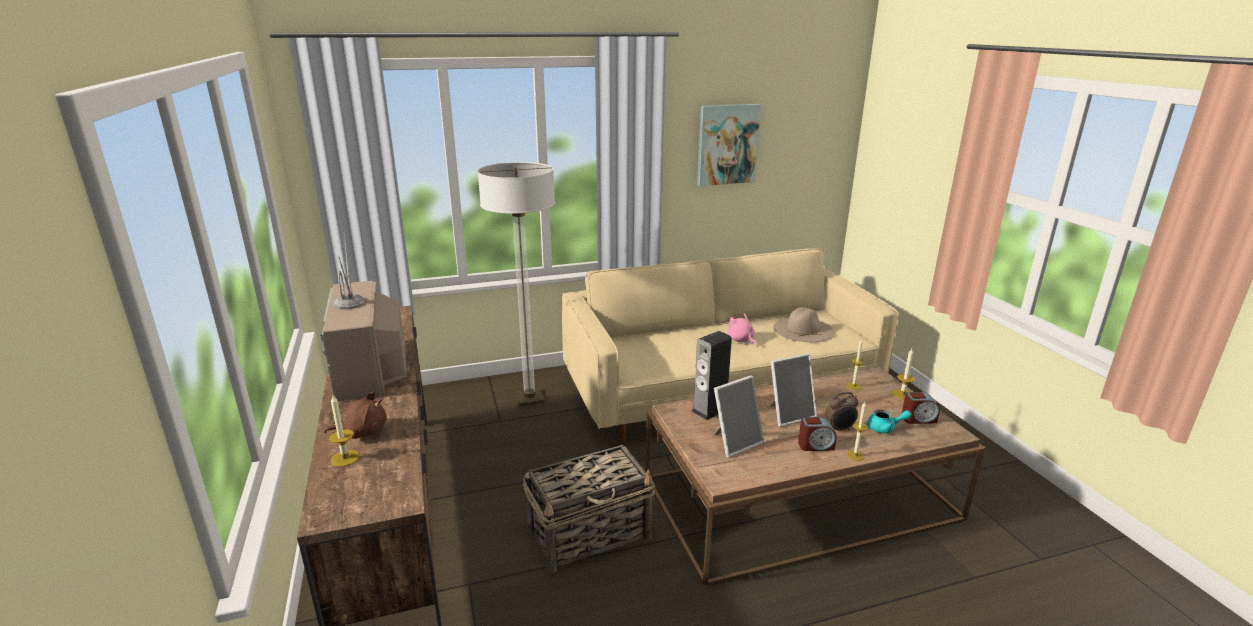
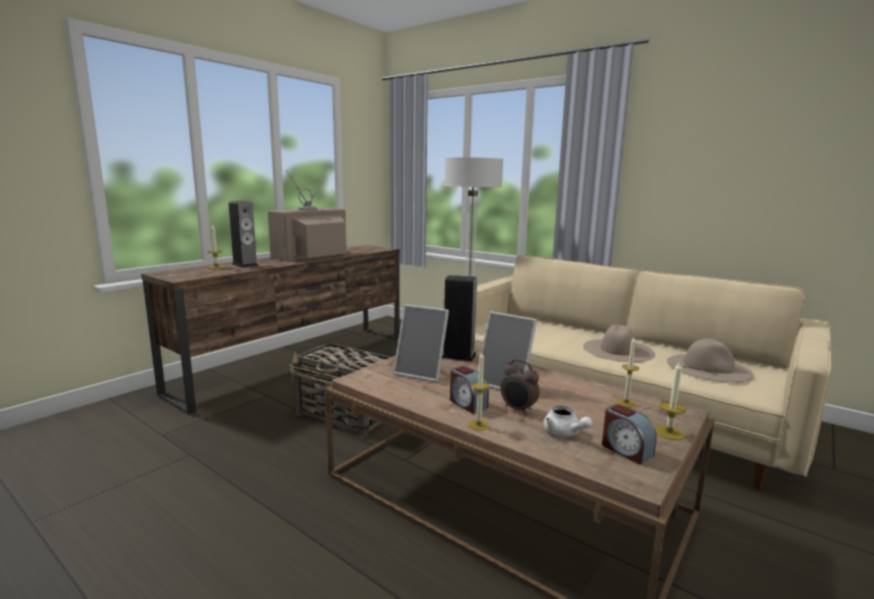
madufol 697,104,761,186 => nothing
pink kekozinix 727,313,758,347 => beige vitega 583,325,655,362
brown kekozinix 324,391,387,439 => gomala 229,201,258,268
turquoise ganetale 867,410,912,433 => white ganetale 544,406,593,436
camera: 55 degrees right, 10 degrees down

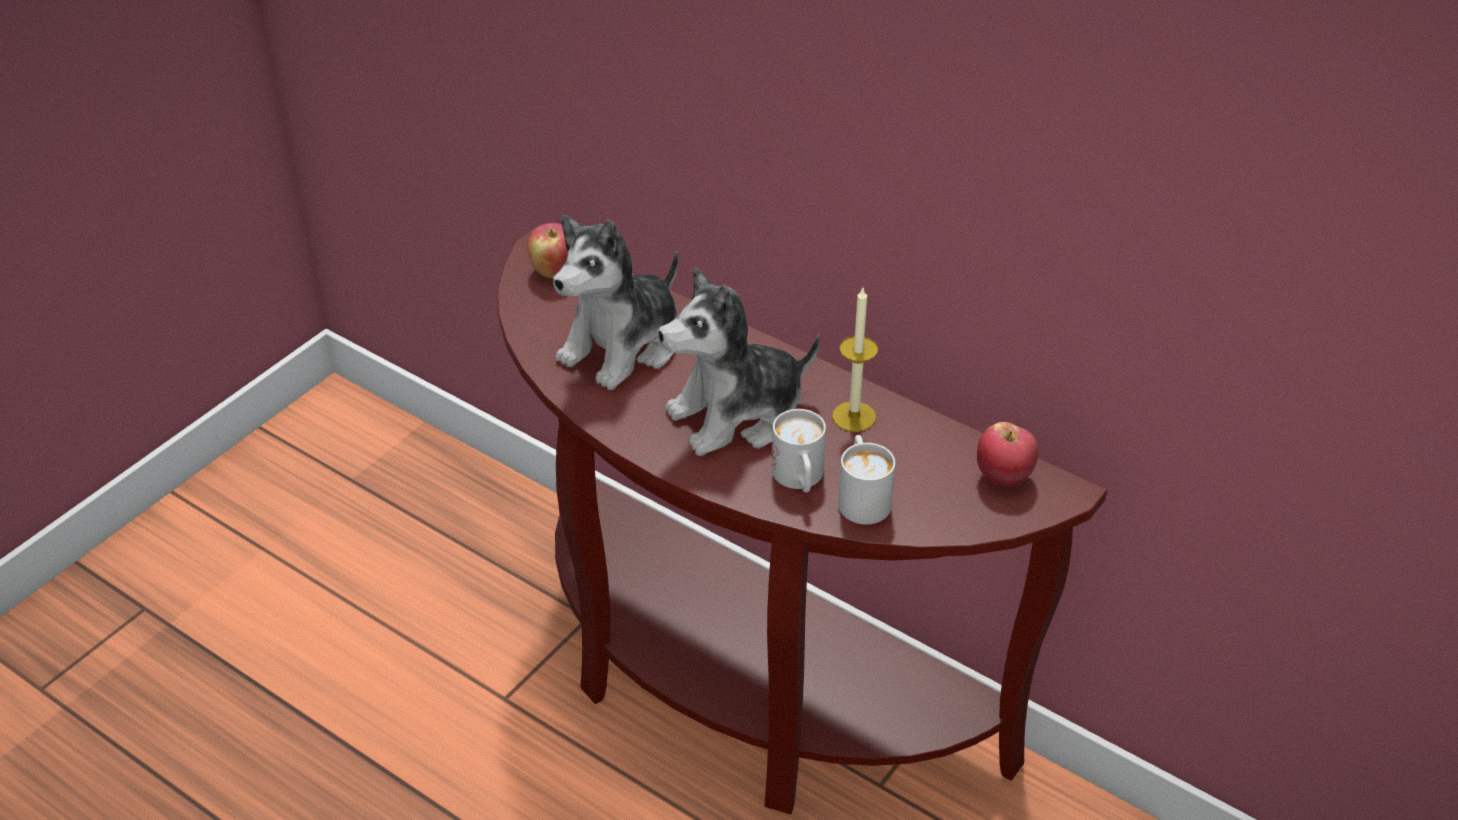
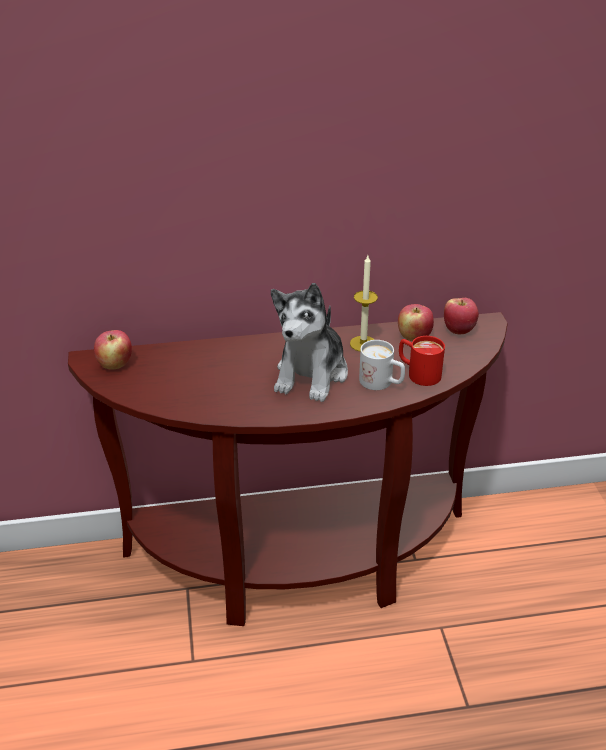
kekozinix 553,215,679,390 => nothing
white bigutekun 838,435,895,525 => red bigutekun 399,336,445,386
nothing => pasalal 398,304,434,341
camera: 45 degrees left, 5 degrees down

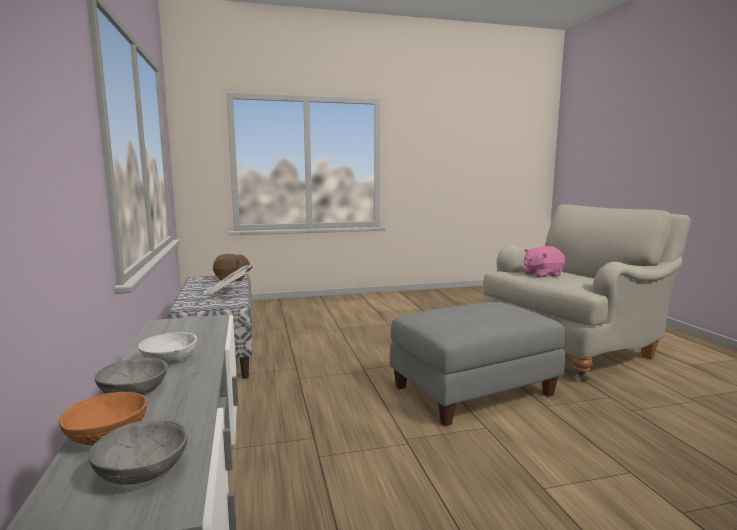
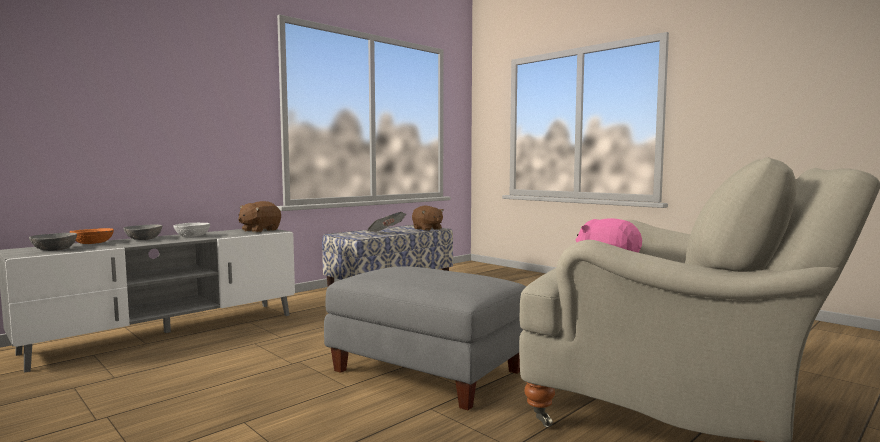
nothing => brown kekozinix 238,201,281,233
camera: 60 degrees right, 5 degrees down

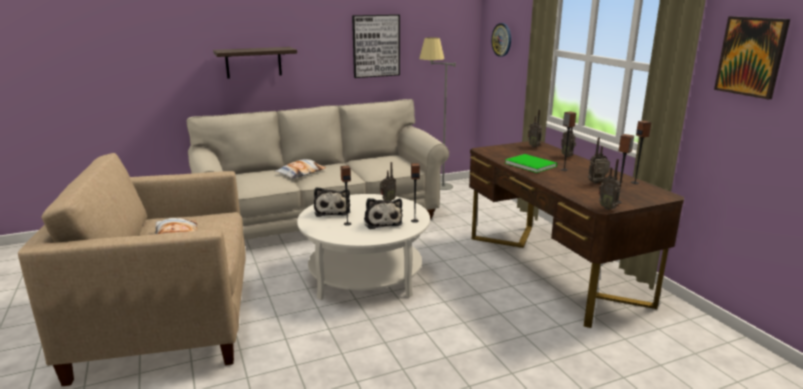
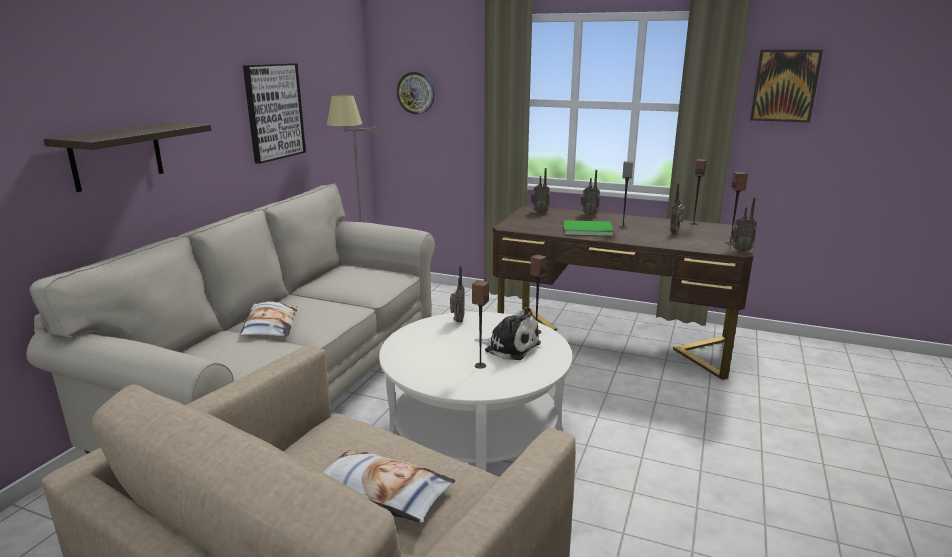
kekozinix 314,187,350,217 => nothing
camera: 45 degrees left, 0 degrees up

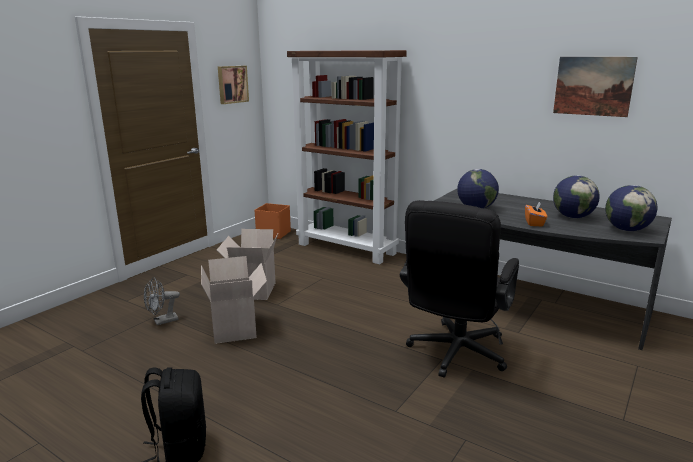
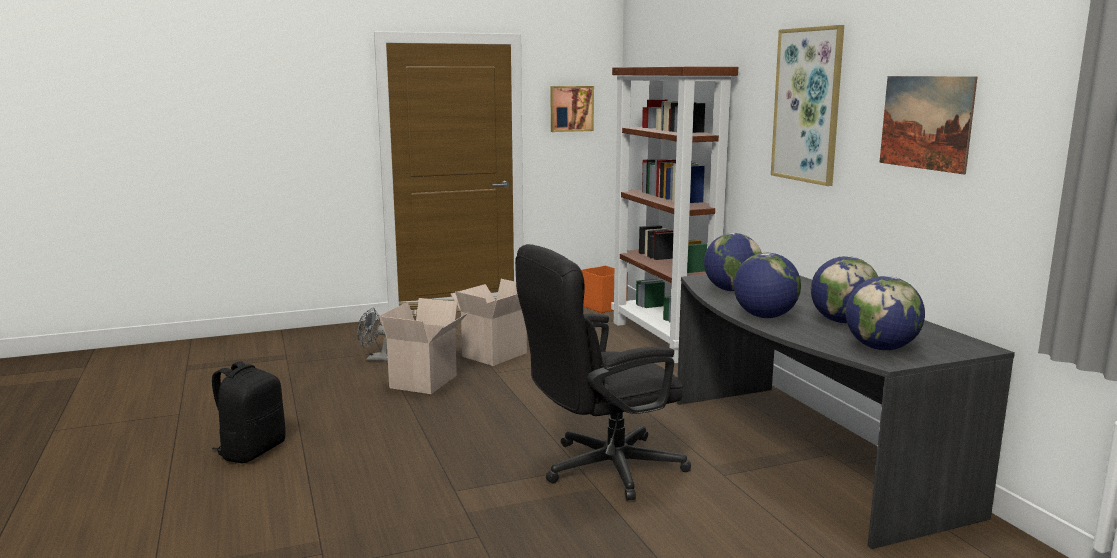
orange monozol 525,201,547,227 => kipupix 734,253,801,318
nothing => madufol 771,25,844,186
camera: 35 degrees right, 5 degrees down

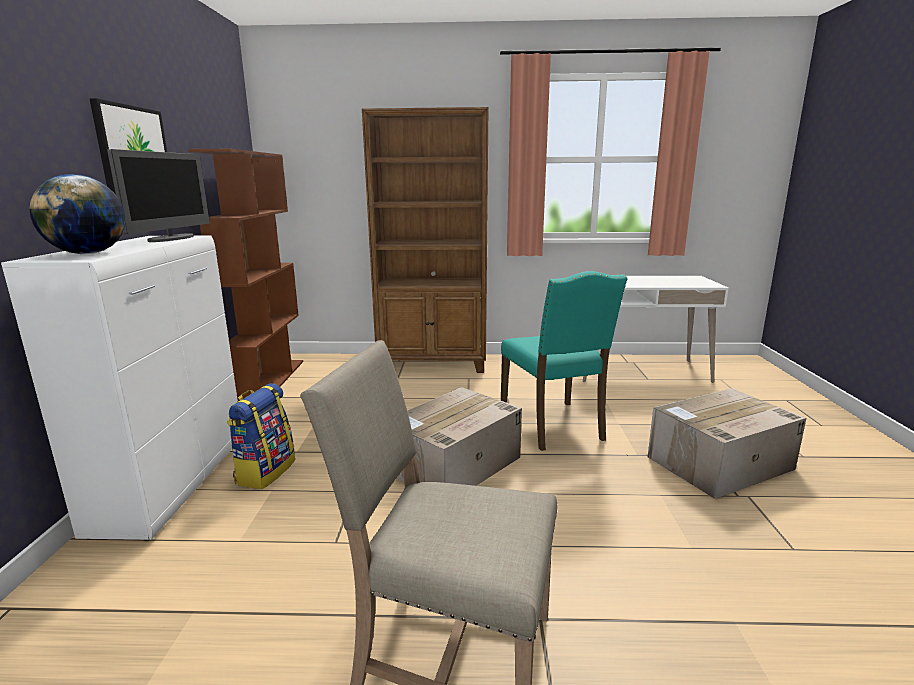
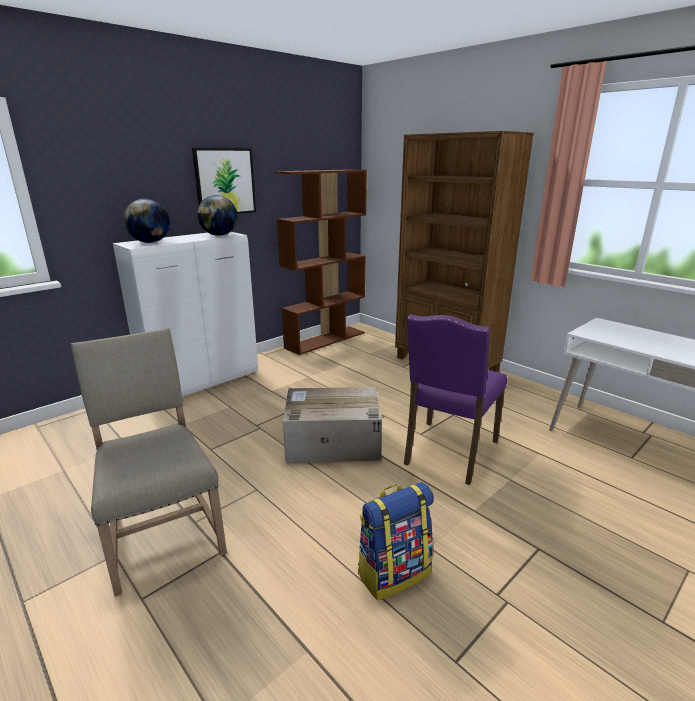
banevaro 107,149,210,242 => kipupix 197,195,238,236
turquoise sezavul 501,271,627,451 => purple sezavul 404,314,507,485
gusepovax 227,383,295,489 => gusepovax 358,482,434,600, moved
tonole 648,388,806,499 => nothing
camera: 45 degrees right, 5 degrees up

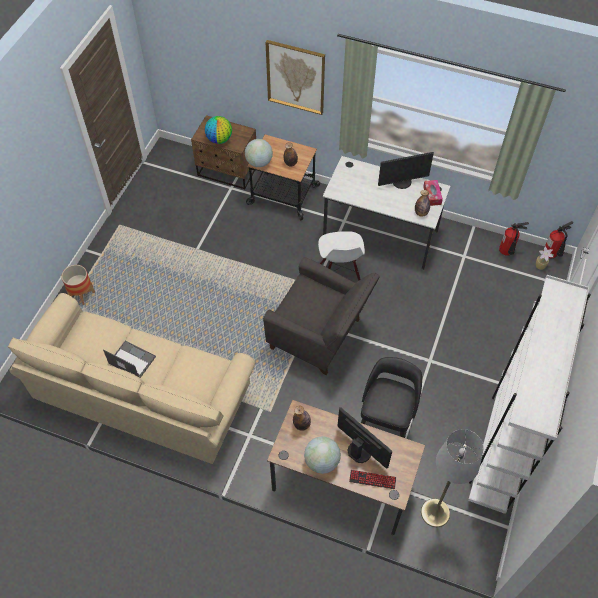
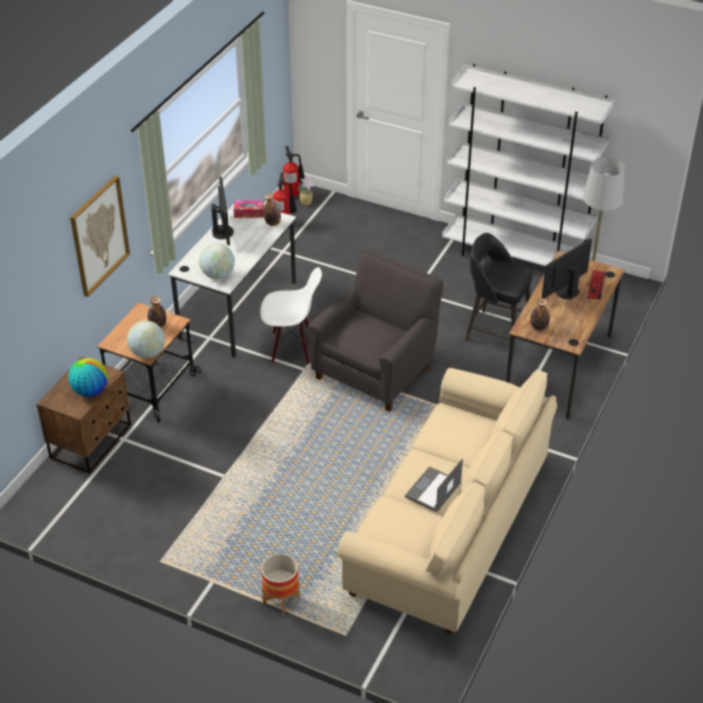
kipupix 304,436,341,474 => kipupix 199,243,235,279, moved
camera: 85 degrees left, 15 degrees down

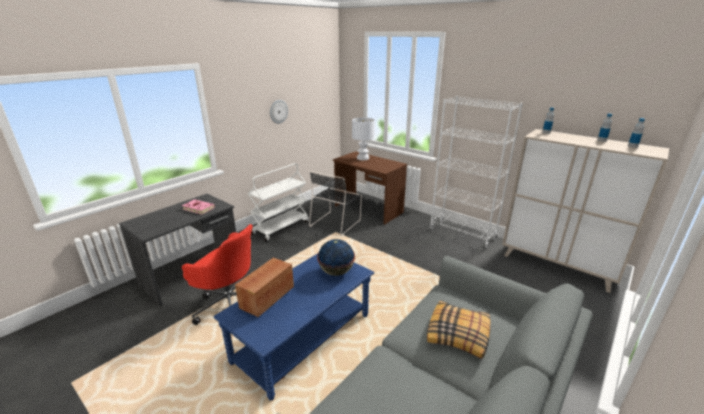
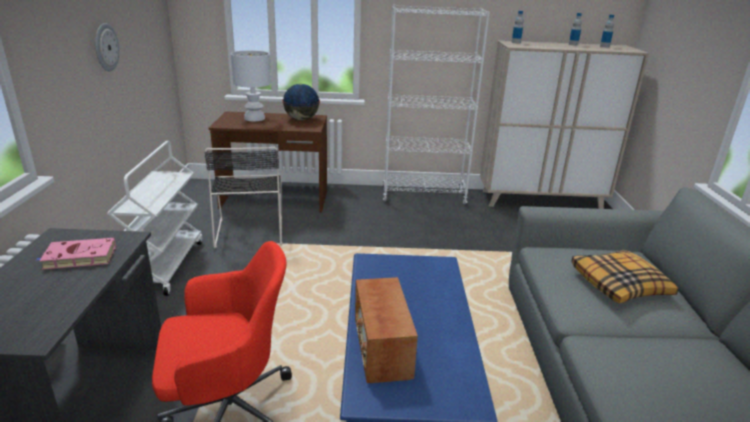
kipupix 317,239,355,276 => kipupix 282,84,320,120, moved
camera: 40 degrees left, 0 degrees up

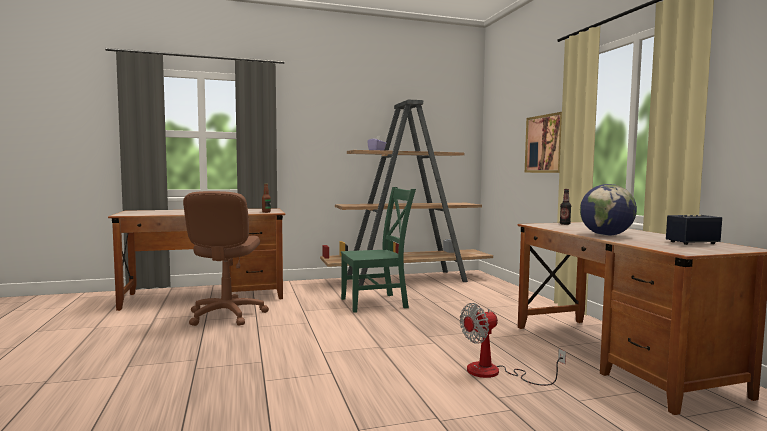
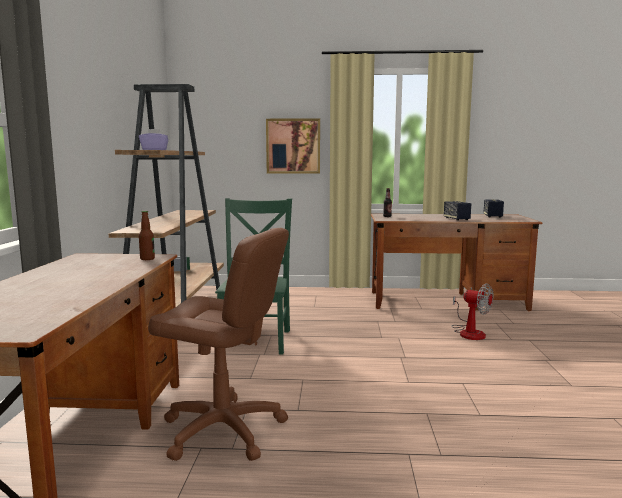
kipupix 580,184,637,236 => gomala 444,201,471,221
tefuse 460,303,566,386 => tefuse 452,283,493,340, 45 degrees counterclockwise
camera: 70 degrees left, 5 degrees up

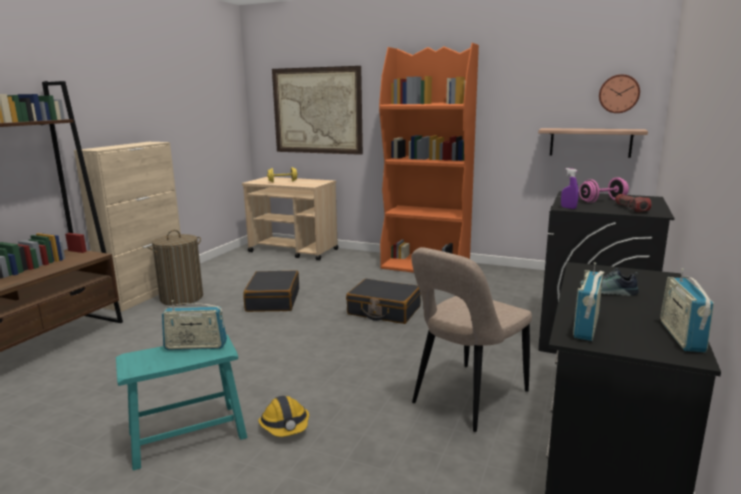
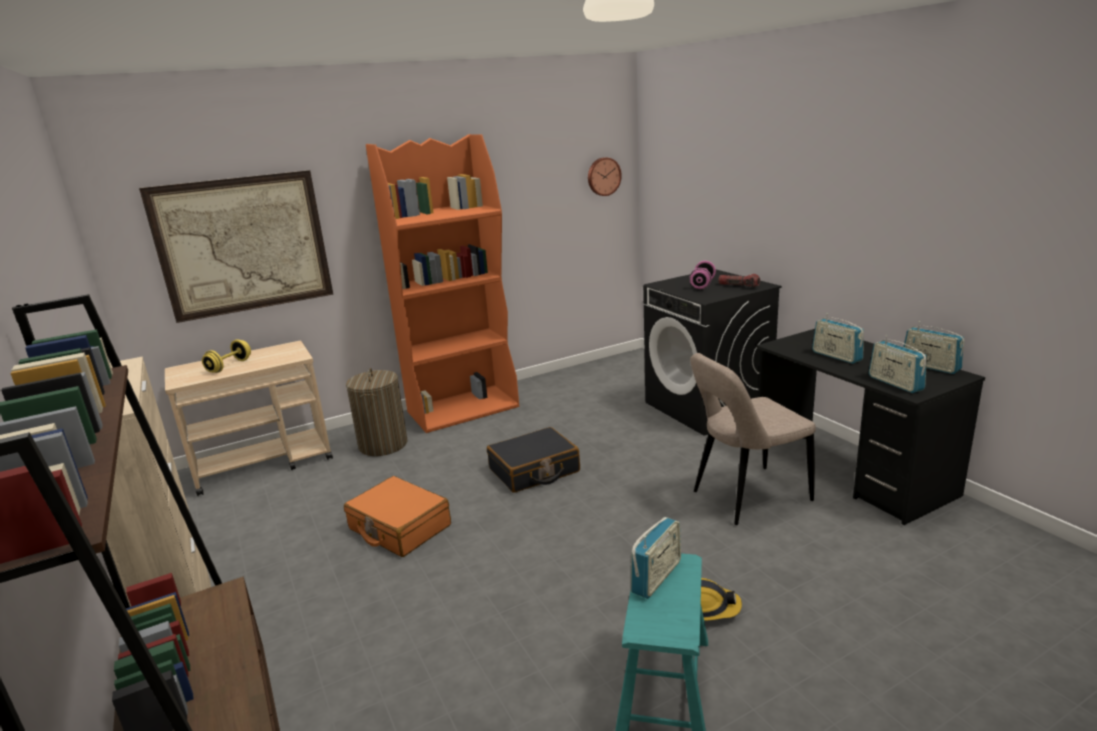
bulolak 538,128,648,158 => nothing
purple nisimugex 561,168,579,209 => nothing
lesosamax 148,230,203,306 => lesosamax 346,368,407,456, moved
beige sezavul 411,247,532,432 => beige sezavul 690,353,816,525, 75 degrees clockwise
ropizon 580,268,639,296 => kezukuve 812,313,864,364
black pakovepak 243,270,299,312 => orange pakovepak 344,476,451,557
camera: 50 degrees left, 5 degrees up

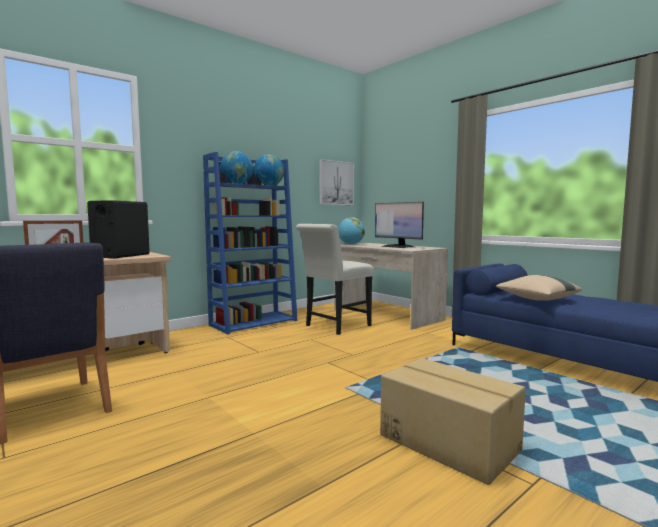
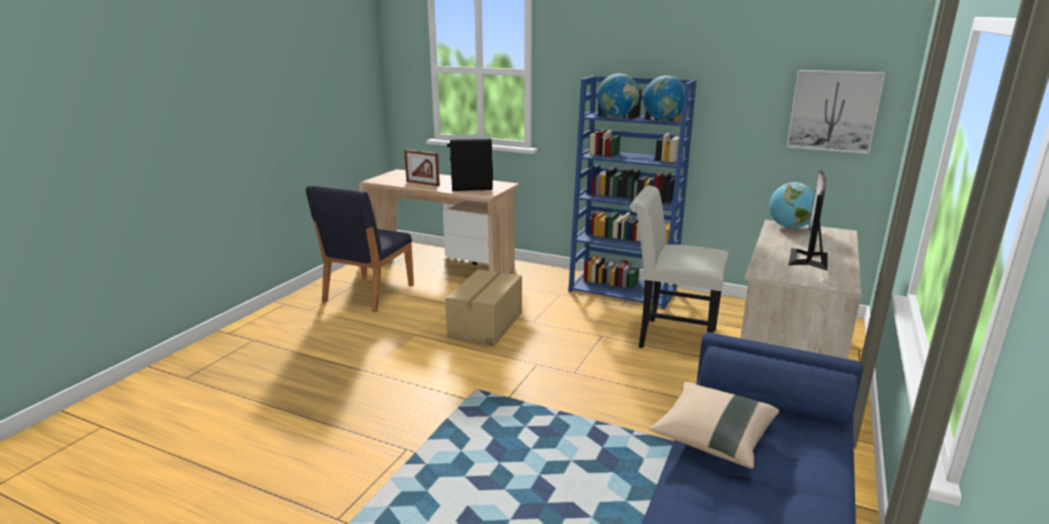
tonole 380,358,526,485 => tonole 445,269,522,346, moved
camera: 65 degrees right, 15 degrees up

